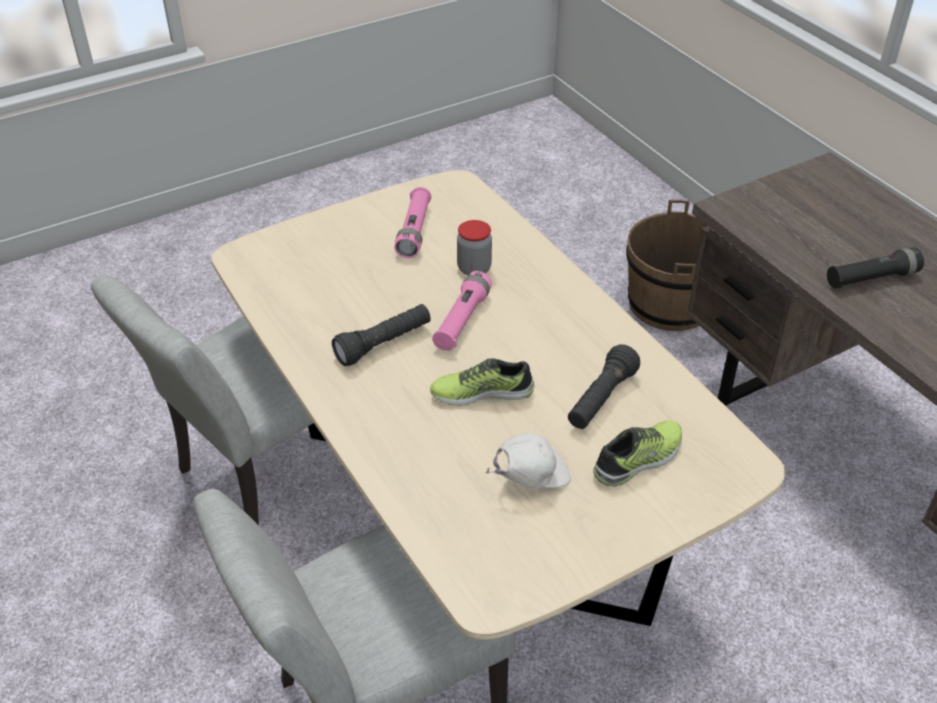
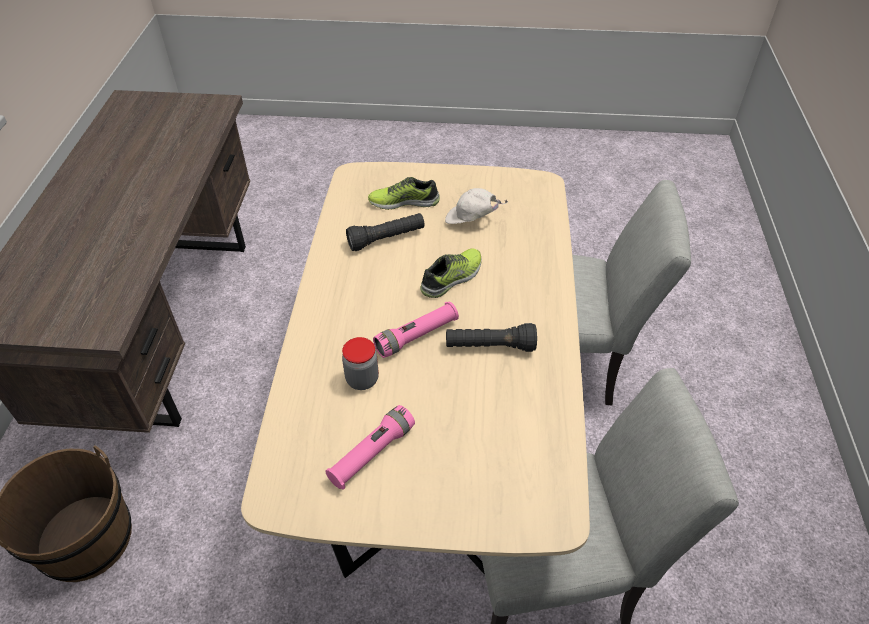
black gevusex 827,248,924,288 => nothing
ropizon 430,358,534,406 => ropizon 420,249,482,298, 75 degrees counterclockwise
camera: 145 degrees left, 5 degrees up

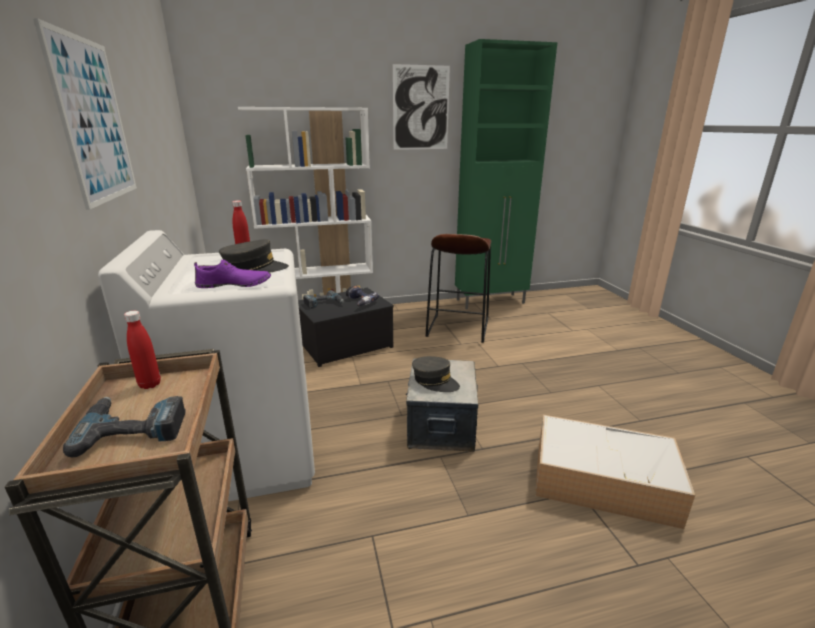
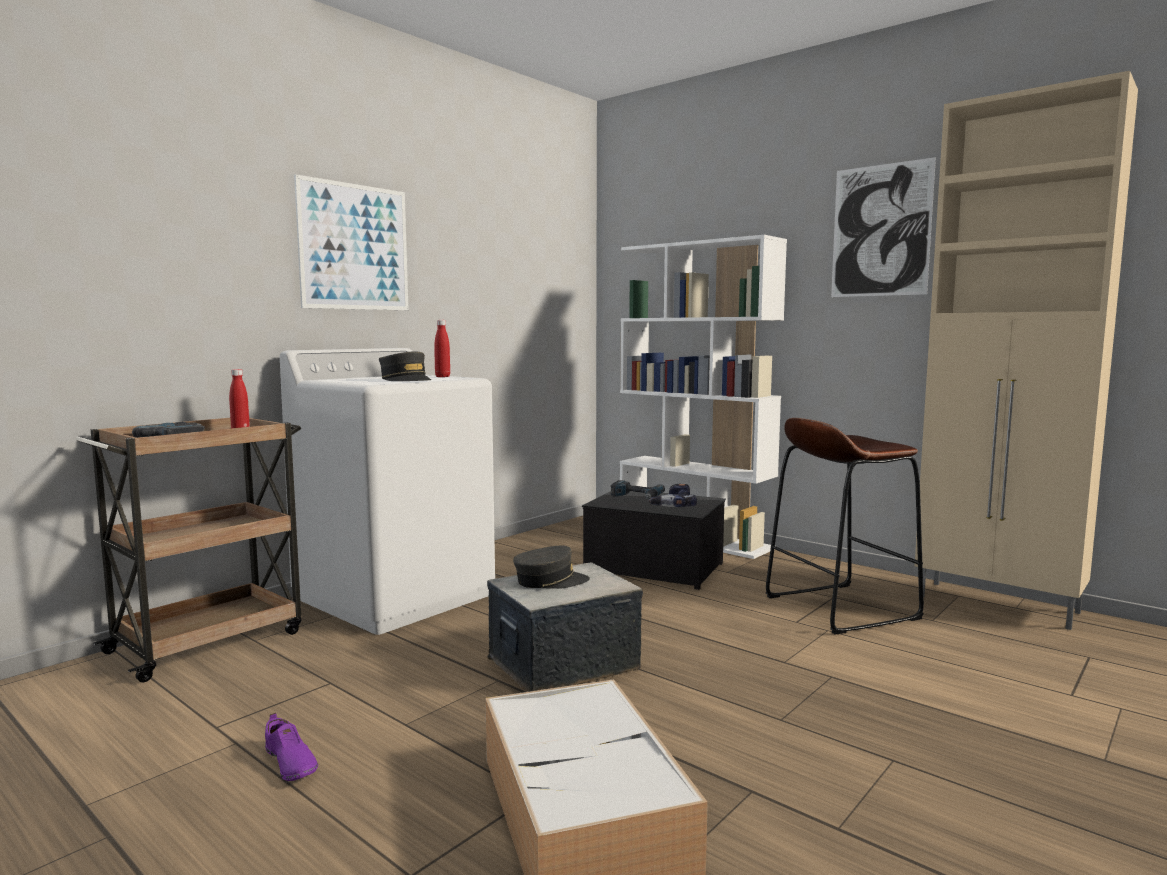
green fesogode 455,39,557,309 => beige fesogode 915,71,1138,630
purple ropizon 194,260,271,288 => purple ropizon 265,713,318,781, moved
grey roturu 412,356,460,392 => grey roturu 513,546,590,589, 105 degrees counterclockwise
camera: 55 degrees right, 15 degrees down

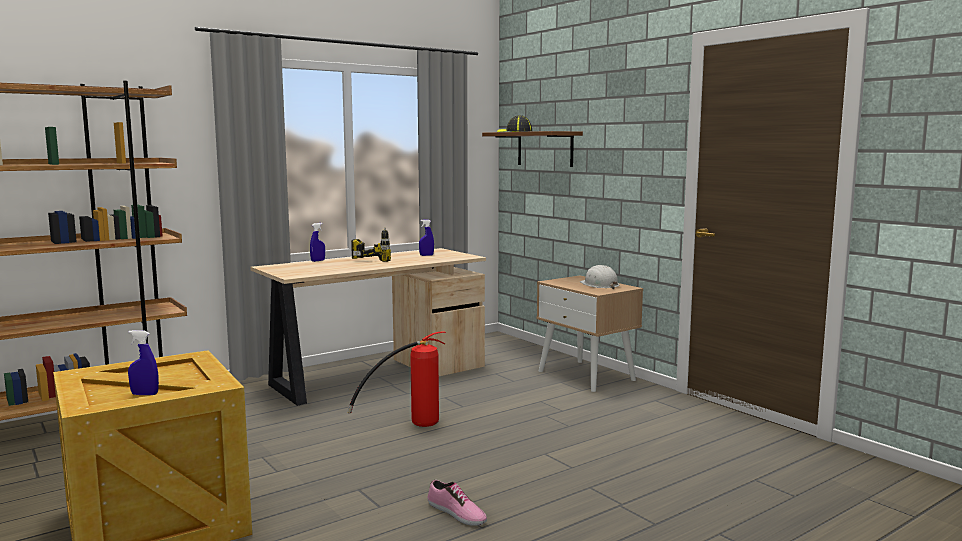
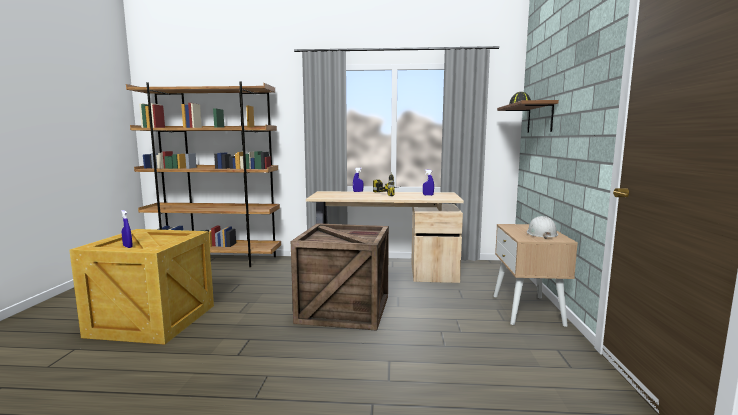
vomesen 347,331,446,427 => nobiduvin 291,223,389,331
ropizon 427,480,487,526 => nothing
camera: 40 degrees right, 0 degrees up

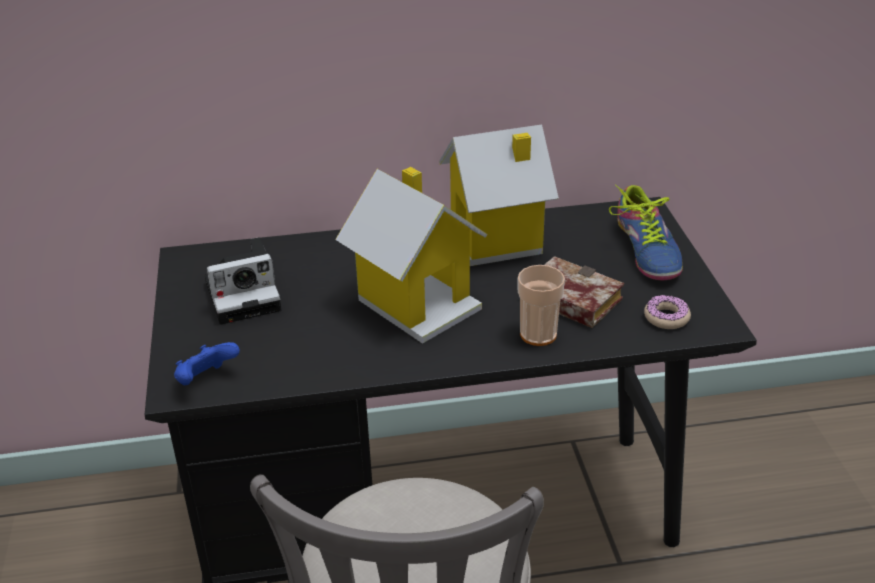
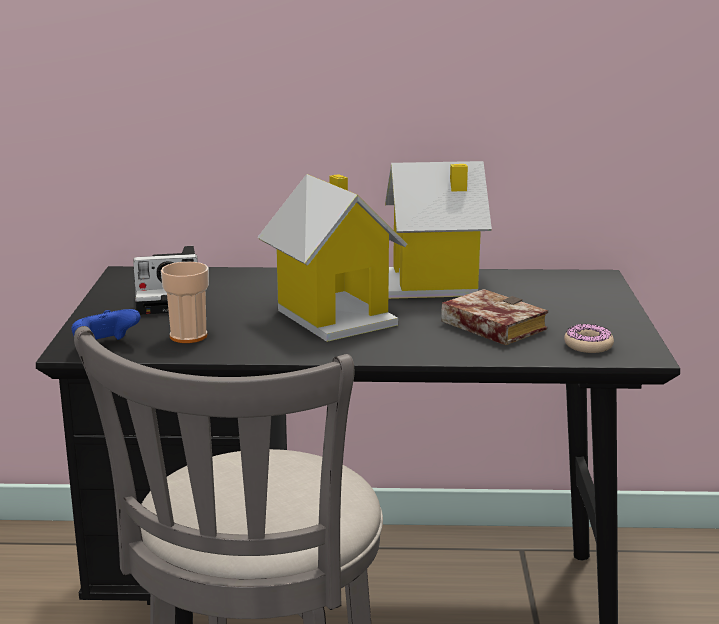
ropizon 609,184,683,281 => nothing
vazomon 518,265,565,346 => vazomon 161,262,209,343, moved
camera: 10 degrees right, 15 degrees down

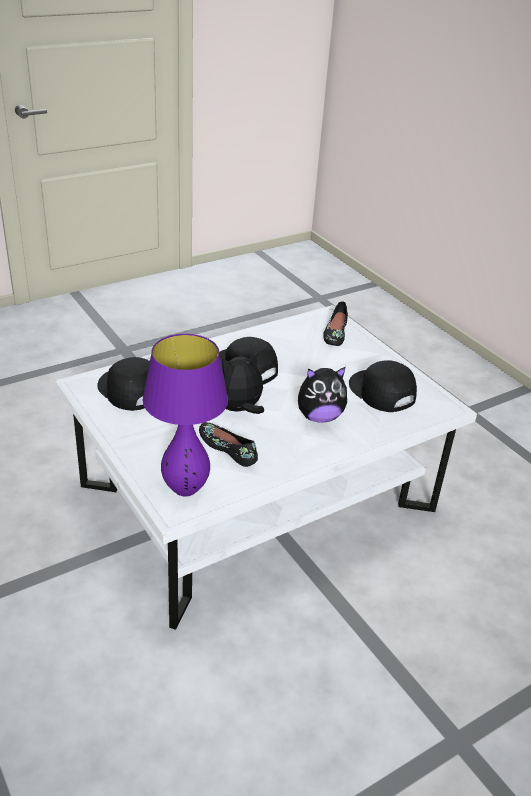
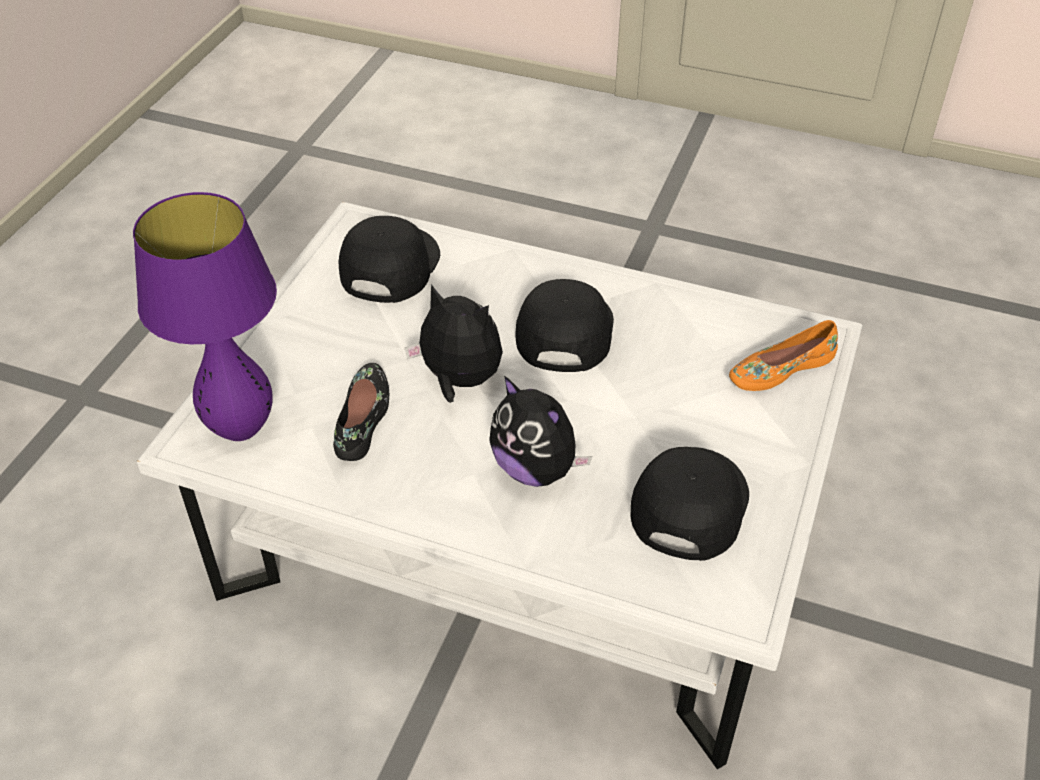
black ropizon 323,301,348,346 => orange ropizon 729,320,838,391
camera: 55 degrees right, 10 degrees up

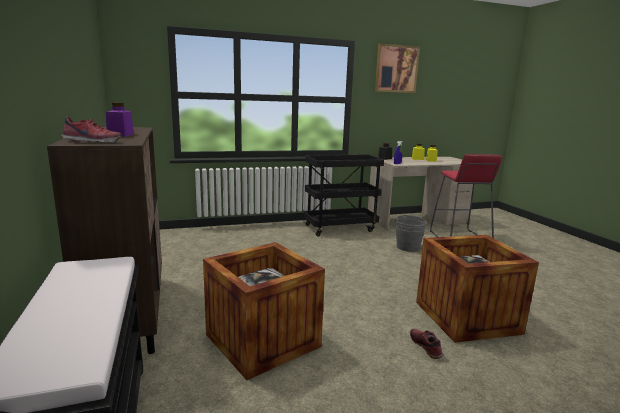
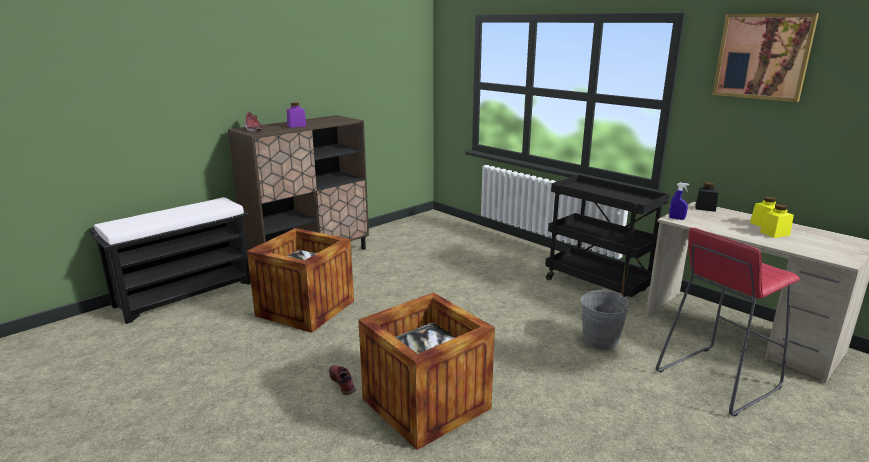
ropizon 410,329,444,359 => ropizon 329,365,356,395, 75 degrees counterclockwise
camera: 65 degrees right, 5 degrees up

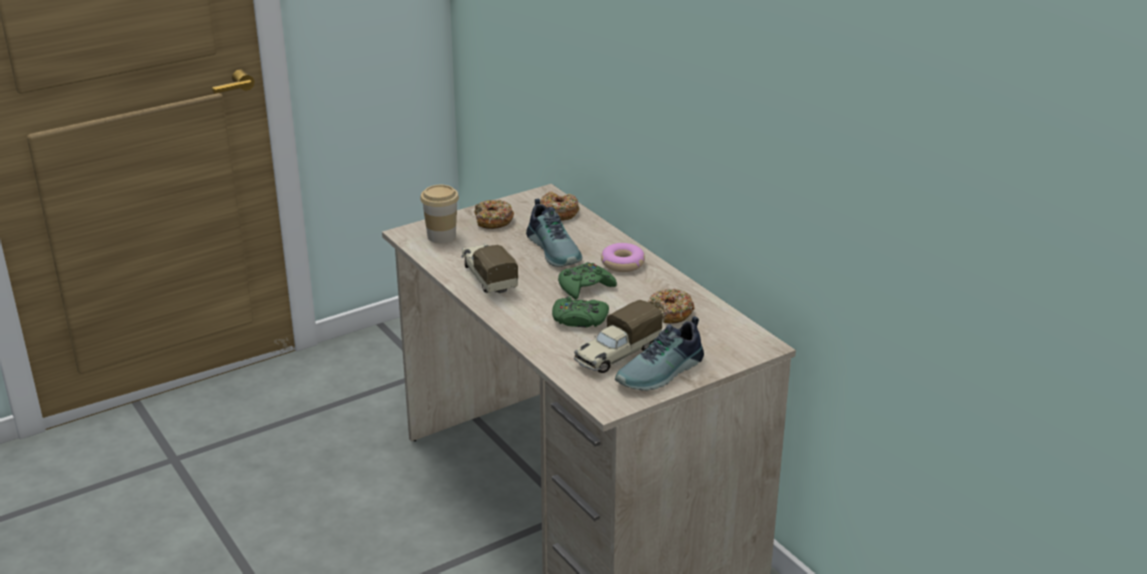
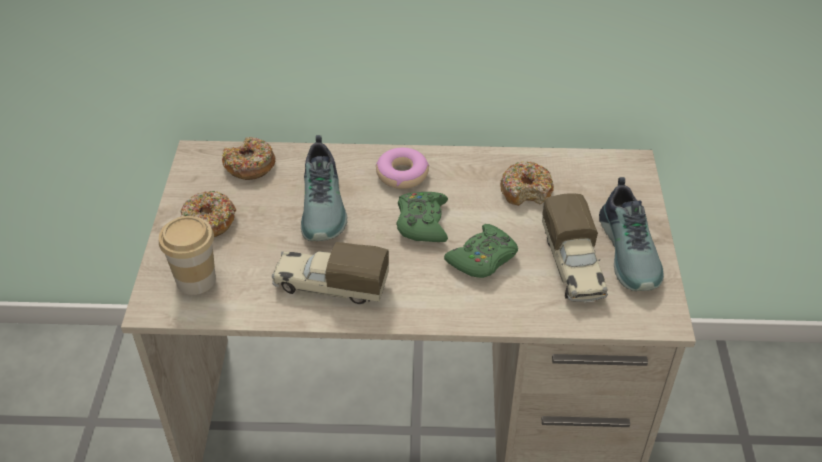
ropizon 526,199,583,267 => ropizon 301,135,348,241, 75 degrees clockwise
camera: 55 degrees left, 15 degrees up

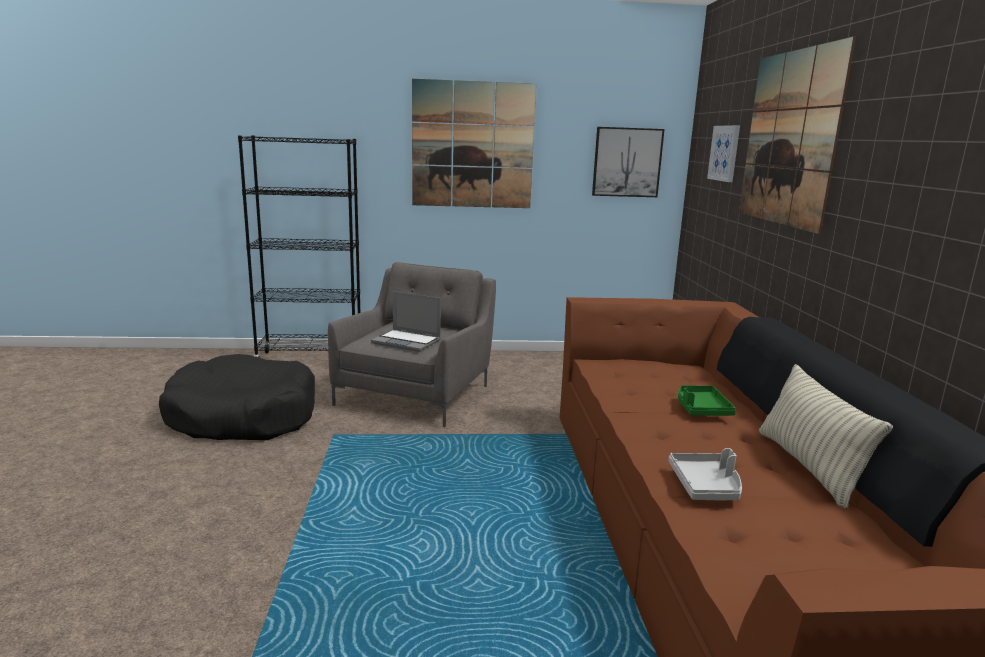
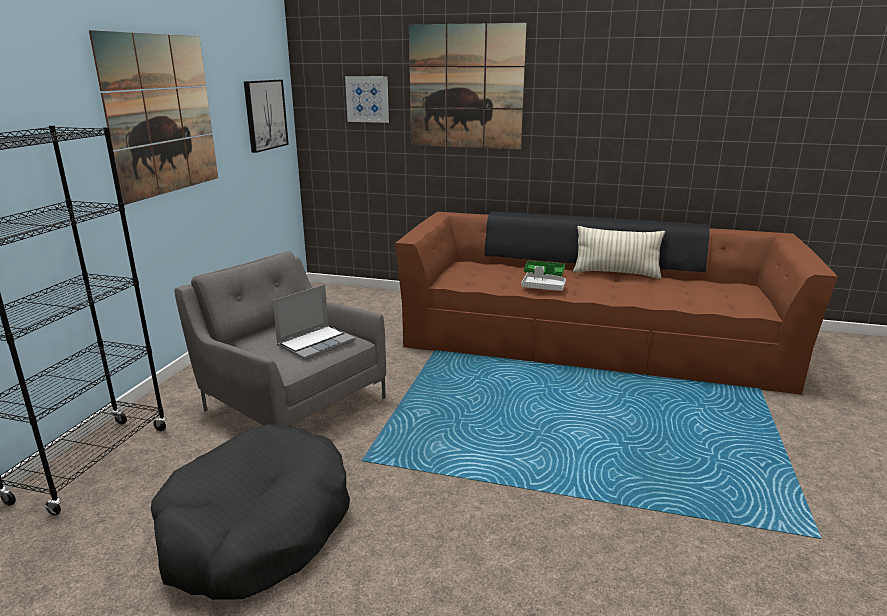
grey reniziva 668,448,742,500 => grey reniziva 521,266,566,291, moved
camera: 70 degrees left, 5 degrees up

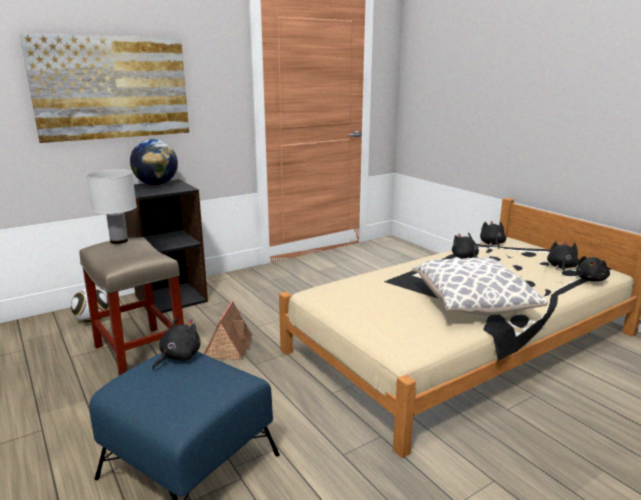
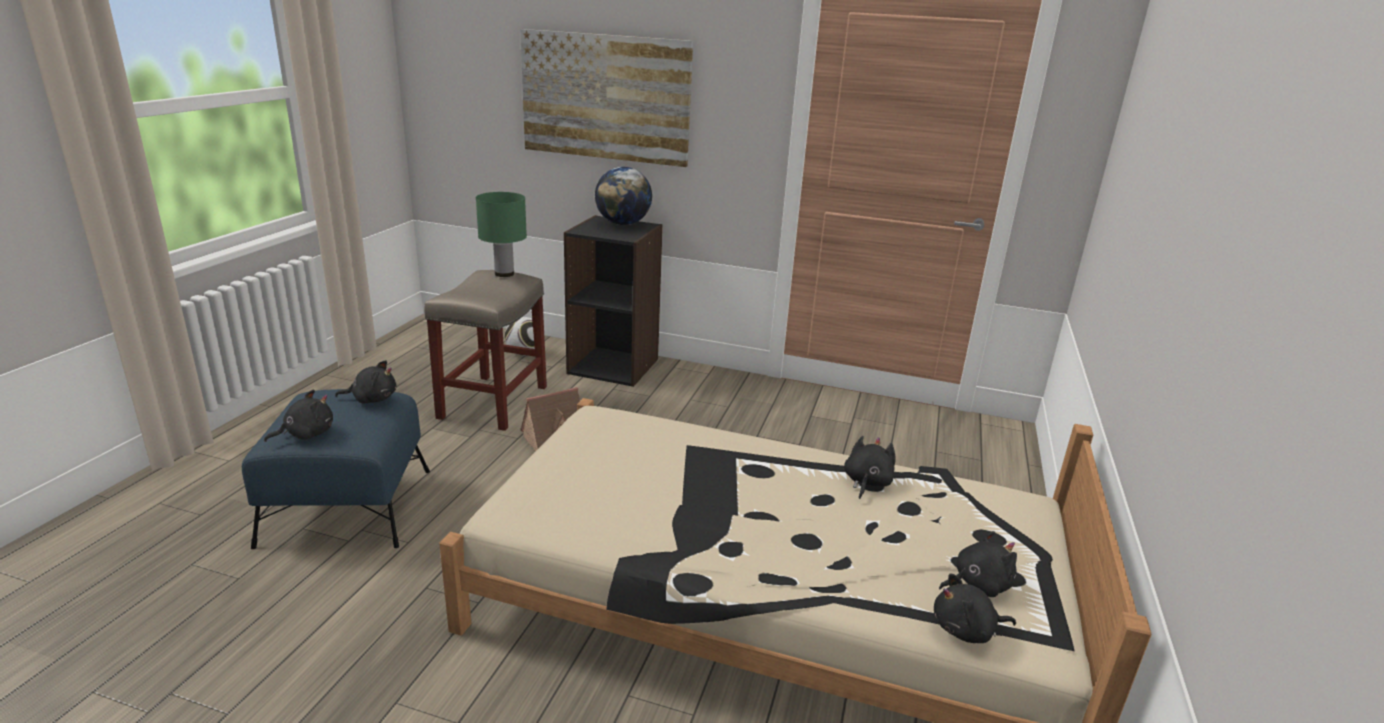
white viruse 86,169,137,244 => green viruse 476,192,527,277
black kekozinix 480,221,506,249 => black kekozinix 264,389,333,442, moved
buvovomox 412,257,547,315 => nothing
camera: 50 degrees right, 5 degrees up

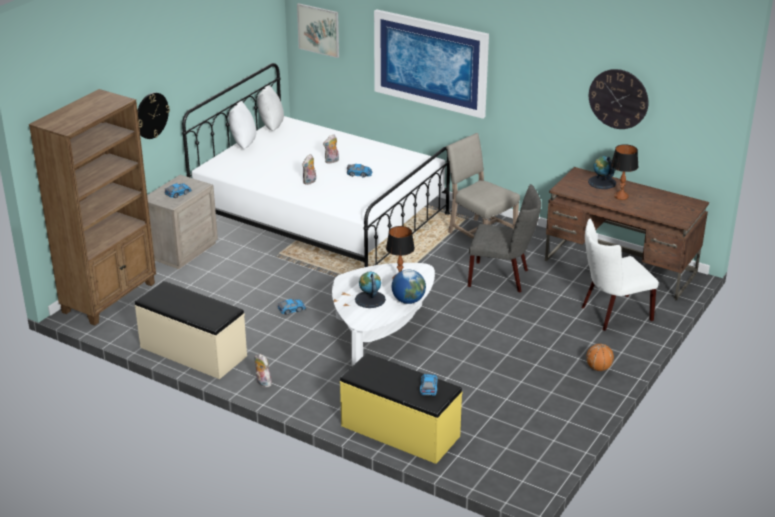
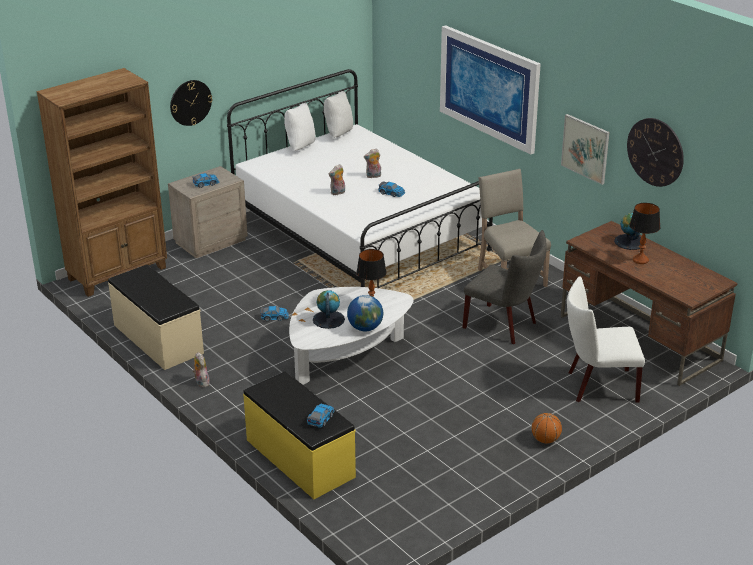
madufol 297,3,339,58 => madufol 561,114,610,185, moved
camera: 20 degrees right, 0 degrees up

